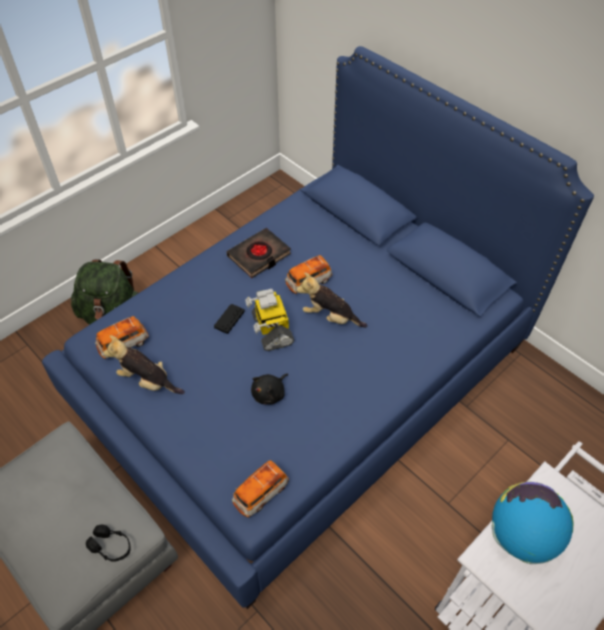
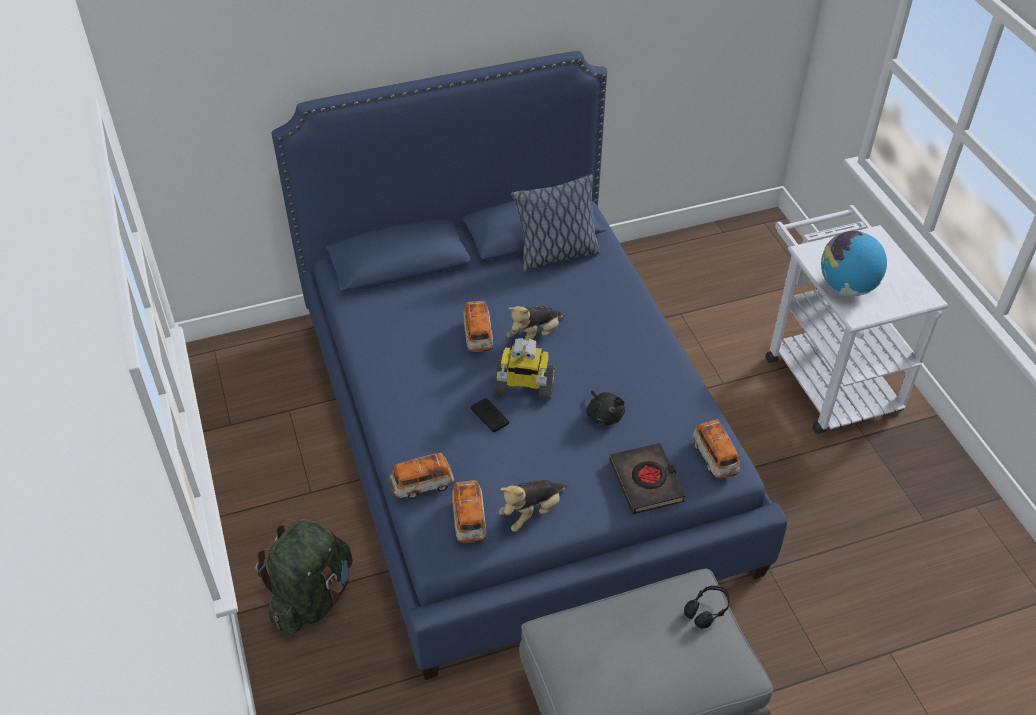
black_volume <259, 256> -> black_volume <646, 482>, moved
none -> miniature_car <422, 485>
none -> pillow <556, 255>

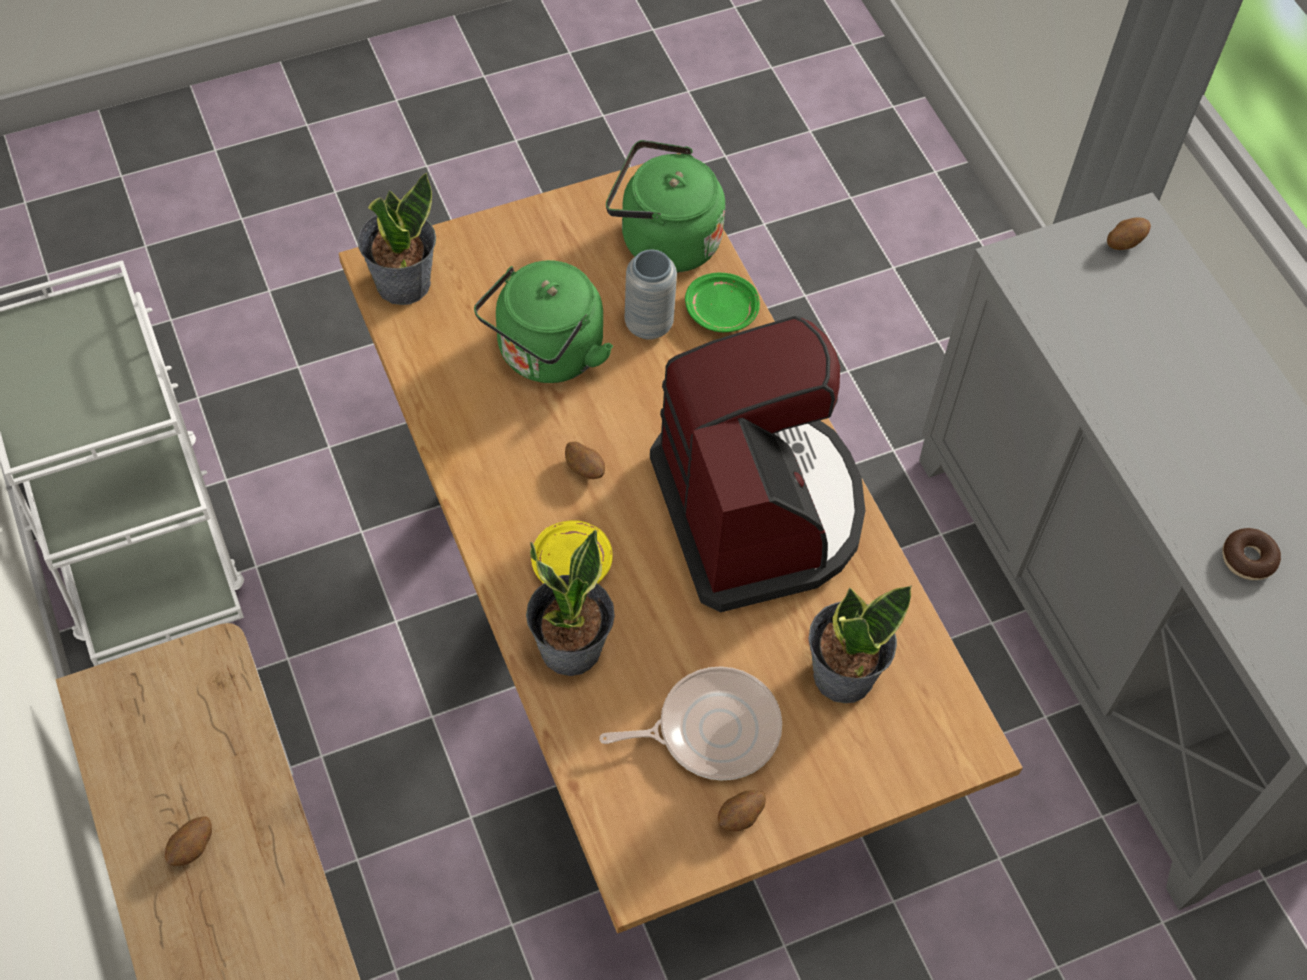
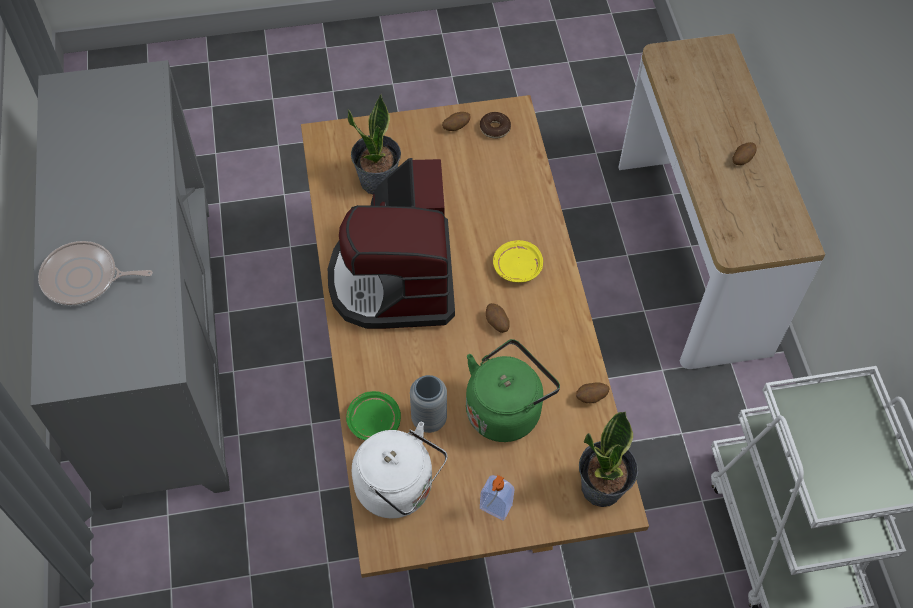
plant_in_a_pot <571, 649> -> none
frying_pan <711, 729> -> frying_pan <84, 278>, moved
greenish_kettle <663, 241> -> whitish_kettle <399, 488>
whole_potato <1124, 243> -> whole_potato <591, 397>, moved
donut <1248, 559> -> donut <495, 128>, moved
none -> liquid_soap_bottle <495, 508>

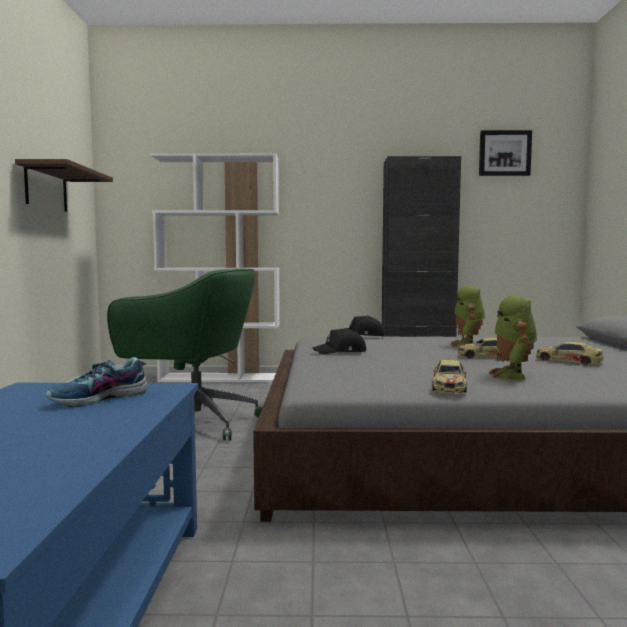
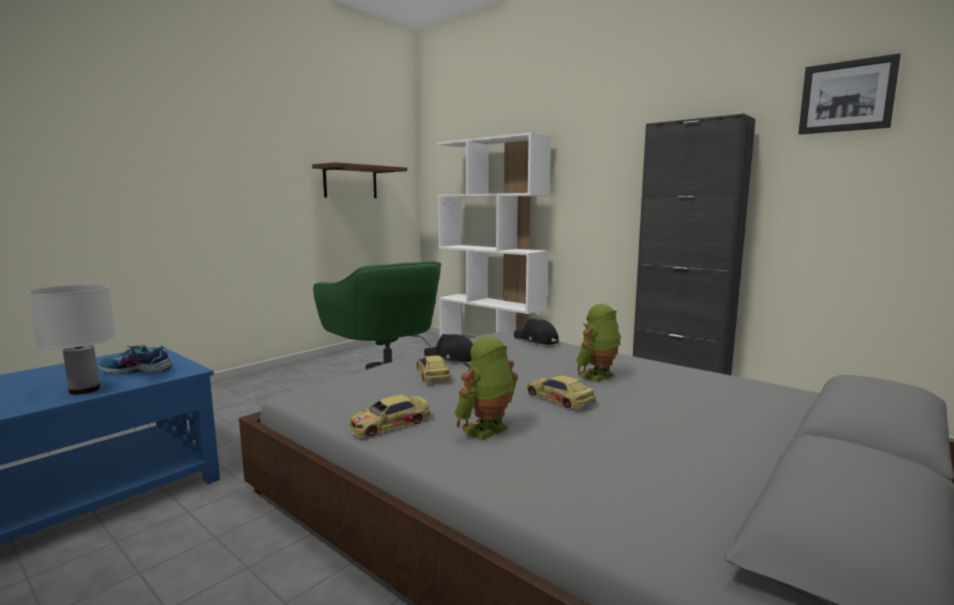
miniature_car <568, 360> -> miniature_car <433, 374>, moved
none -> whitish_lamp_for_a_table <84, 390>

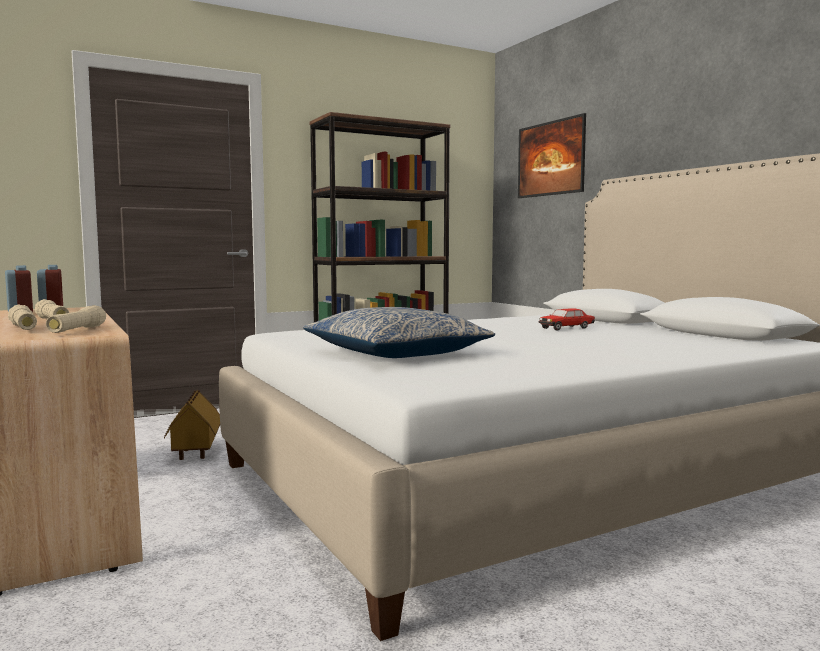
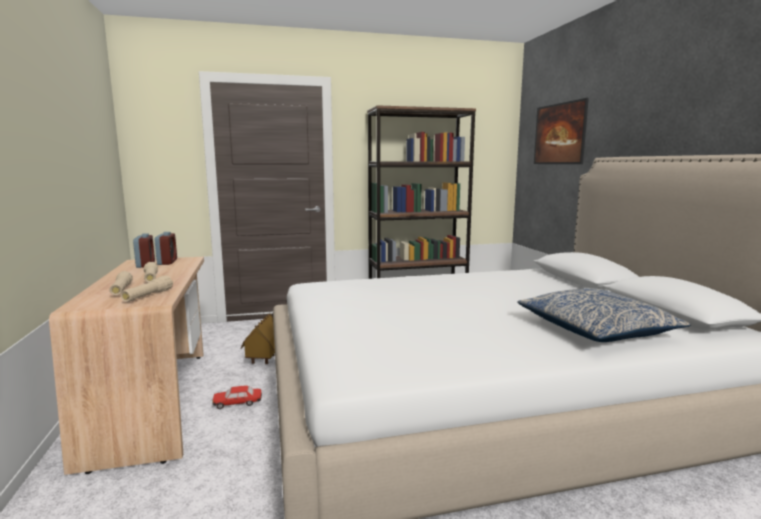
pillow <396, 353> -> pillow <595, 329>, moved
miniature_car <566, 328> -> miniature_car <237, 403>, moved

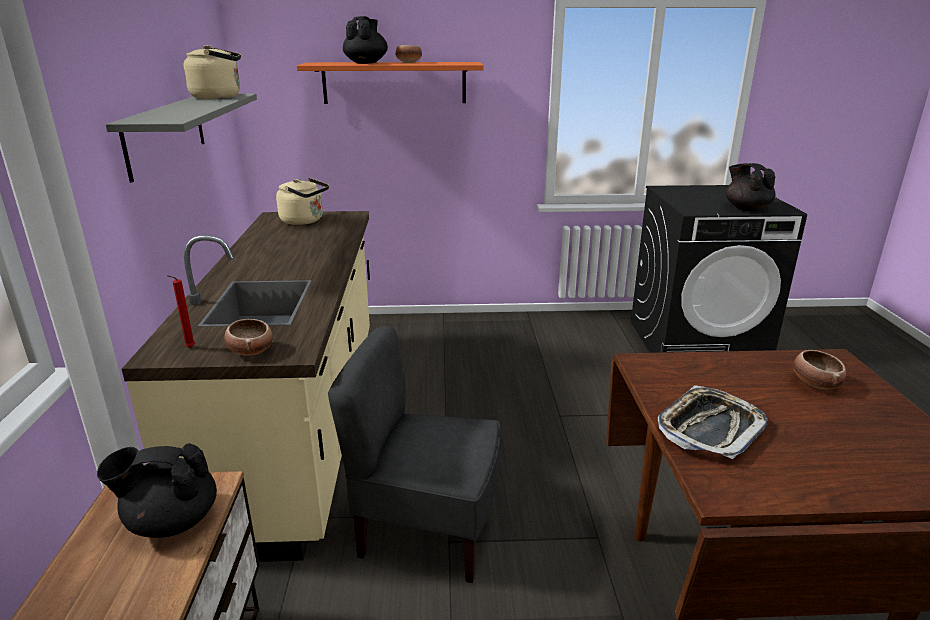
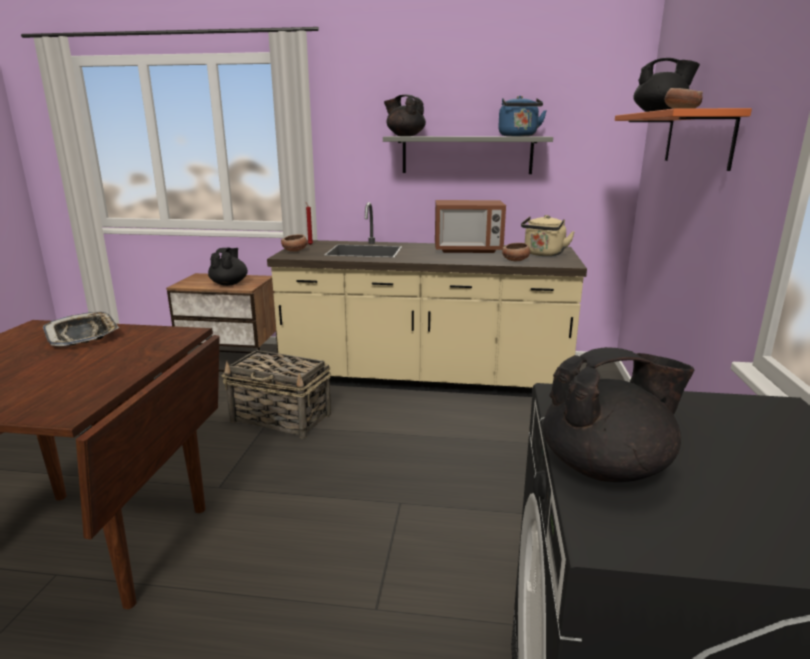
beige-coloured_kettle <219, 97> -> blue-coloured_kettle <518, 136>
gray_plain_chair <427, 530> -> household_basket <282, 418>
bowl <814, 383> -> bowl <516, 260>, moved
none -> black_tea_pot <405, 136>
none -> microwave <467, 250>

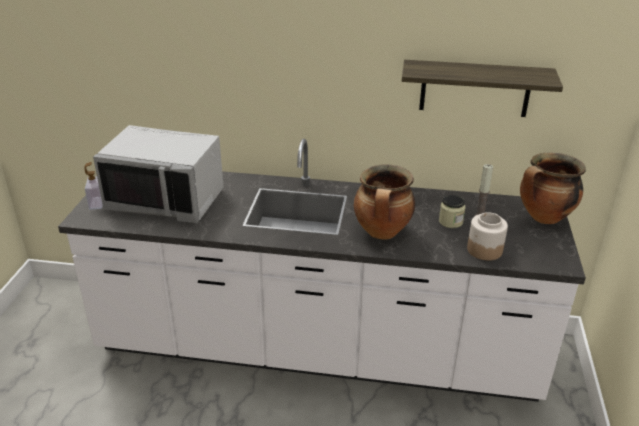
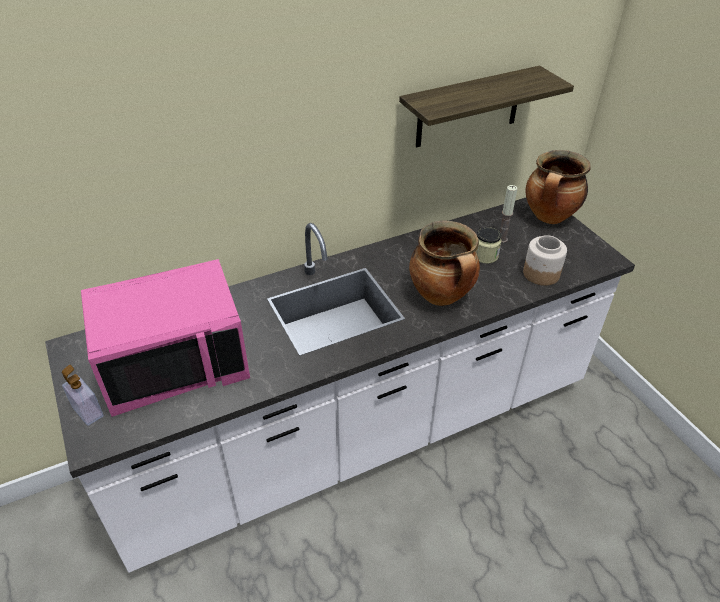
gray_microwave <167, 199> -> pink_microwave <175, 363>

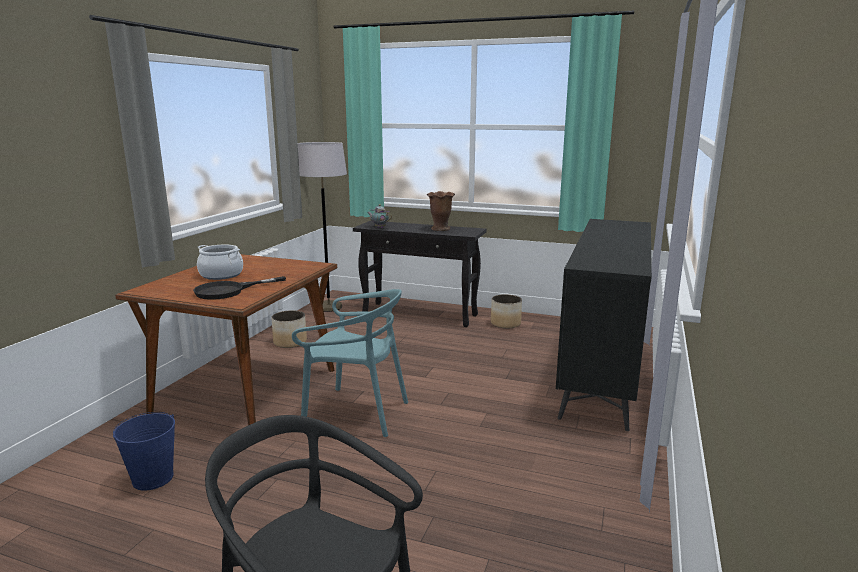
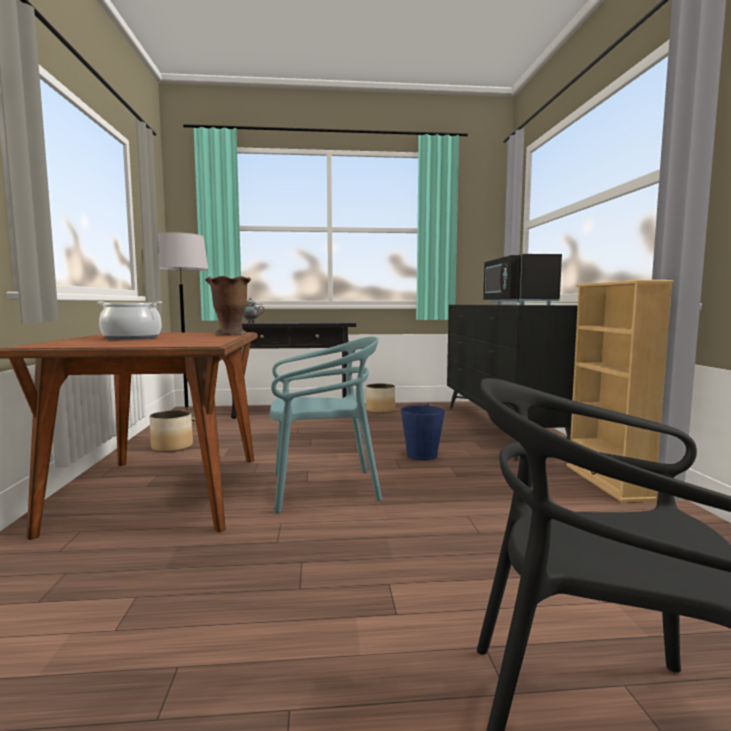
blue-coloured_pail <153, 478> -> blue-coloured_pail <422, 455>, moved
black_frying_pan <228, 291> -> none
brownish_flower_vase <440, 229> -> brownish_flower_vase <230, 334>, moved
none -> black_microwave <516, 304>
none -> beige-coloured_bookcase <607, 482>

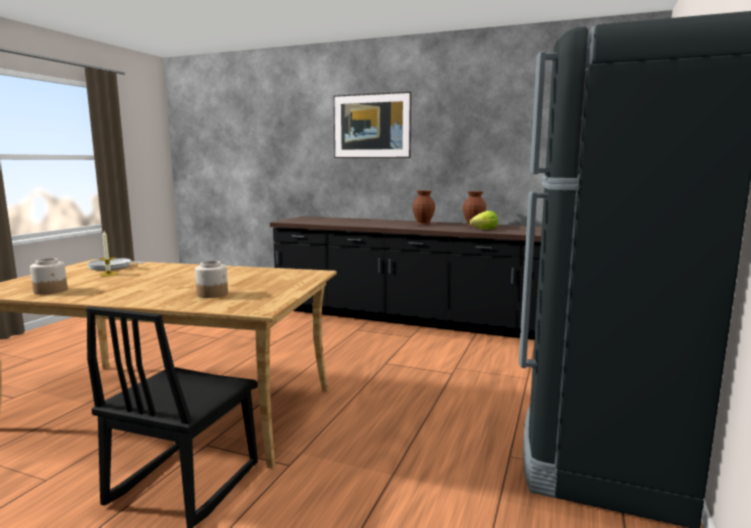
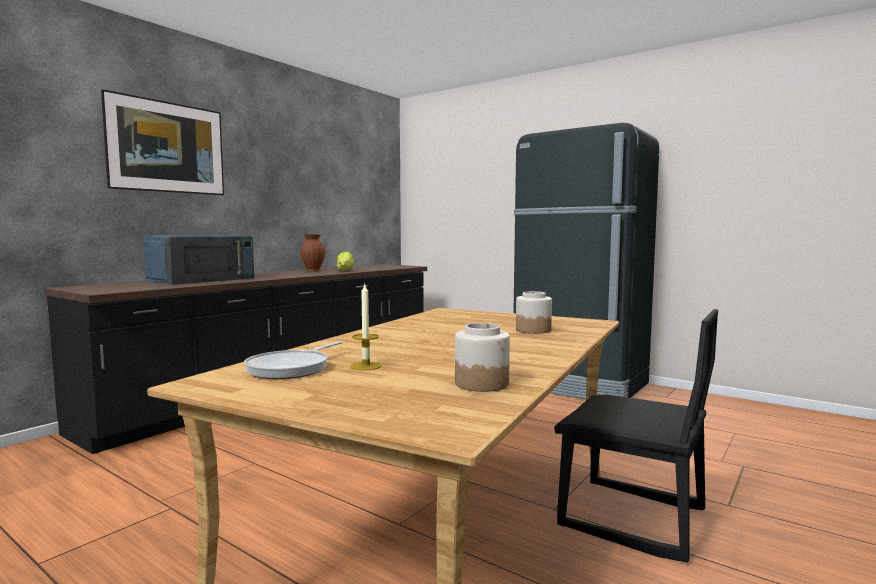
brownish_flower_vase <423, 223> -> none
none -> blue-coloured_microwave <202, 279>

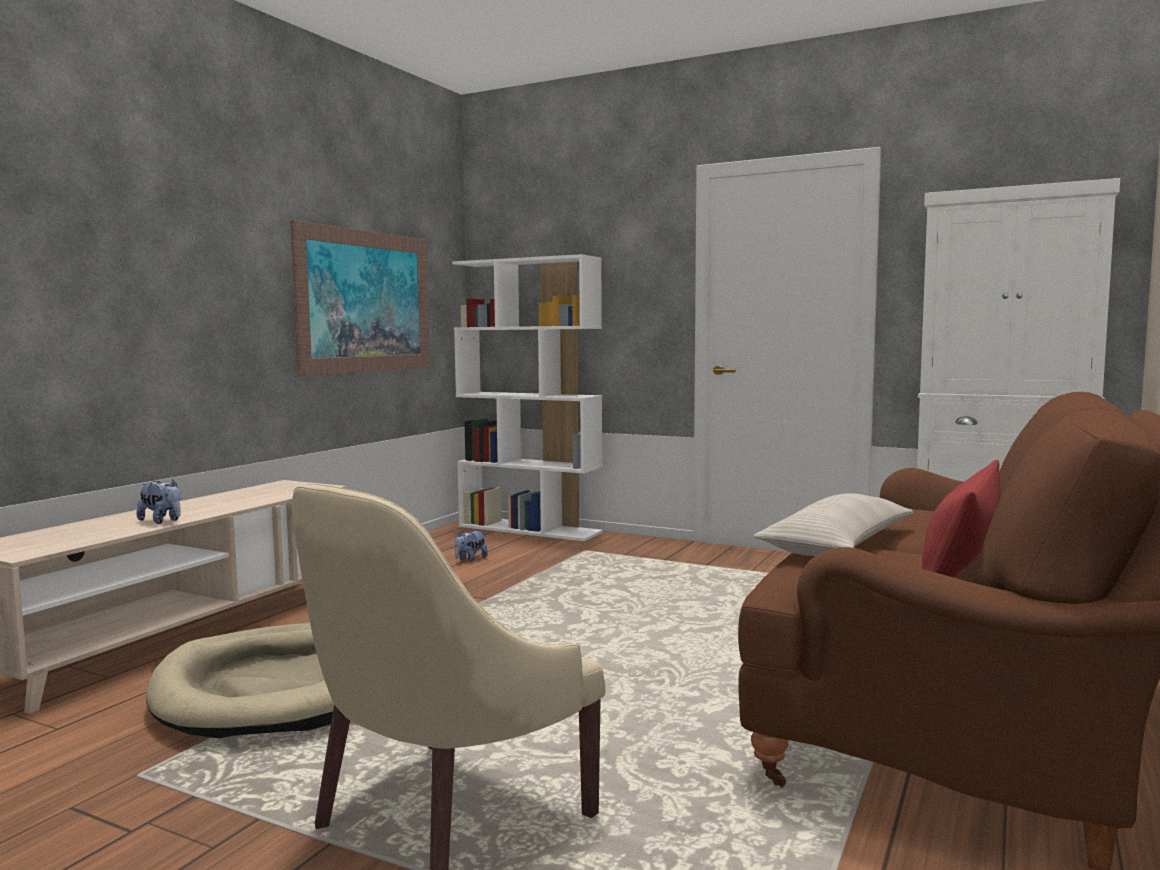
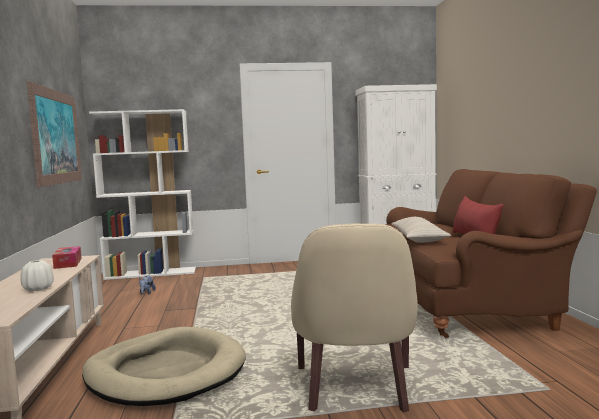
cuddly_toy <162, 521> -> whitish_flower_vase <38, 289>
none -> box_of_tissues <68, 263>

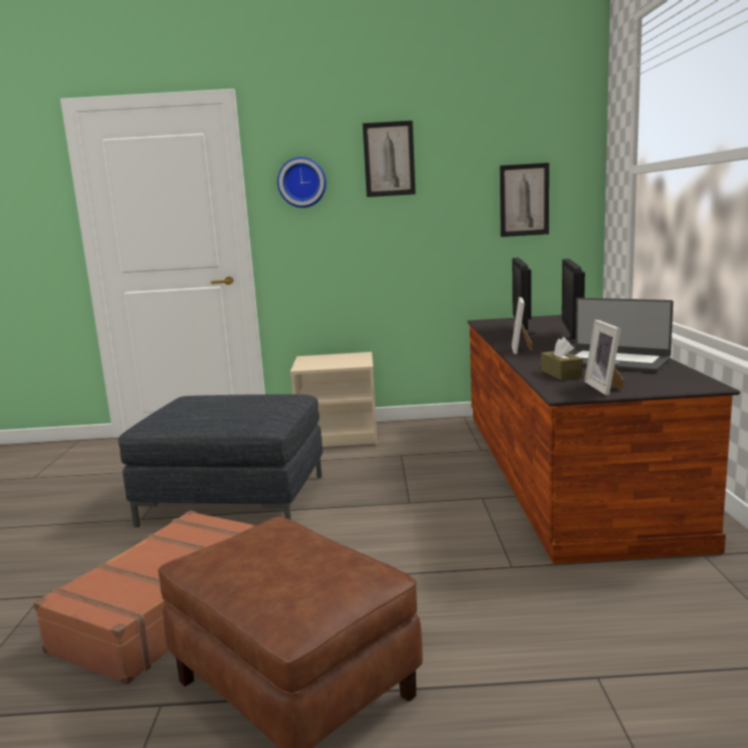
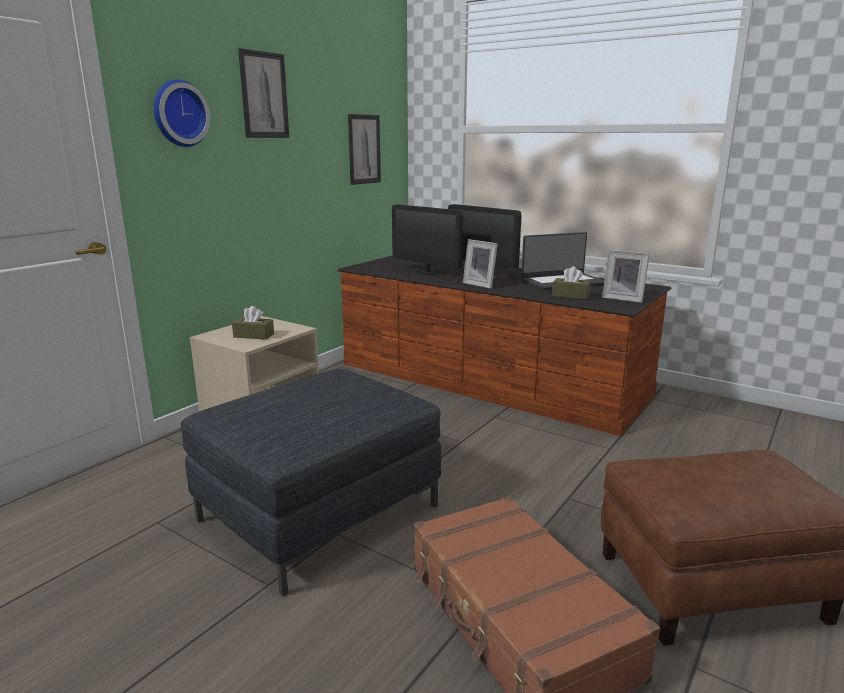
none -> brownish_box_of_tissues <253, 335>

